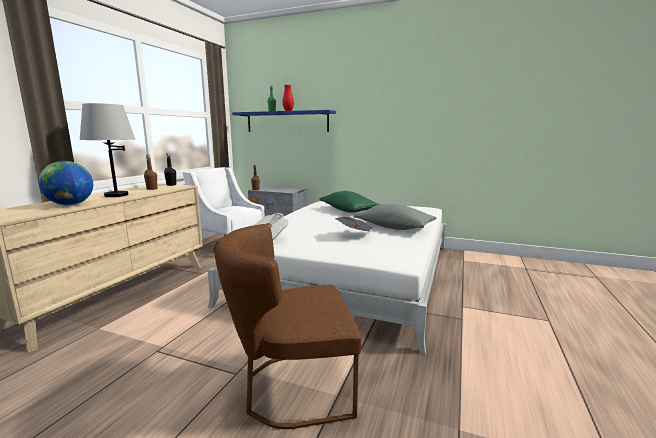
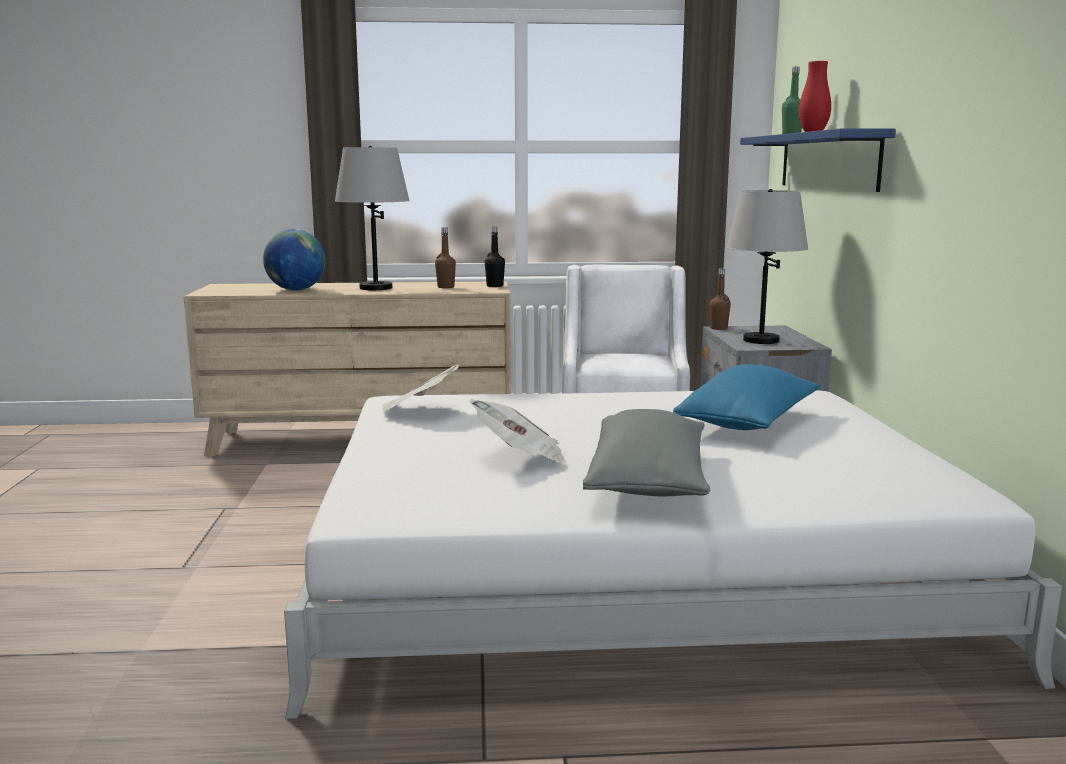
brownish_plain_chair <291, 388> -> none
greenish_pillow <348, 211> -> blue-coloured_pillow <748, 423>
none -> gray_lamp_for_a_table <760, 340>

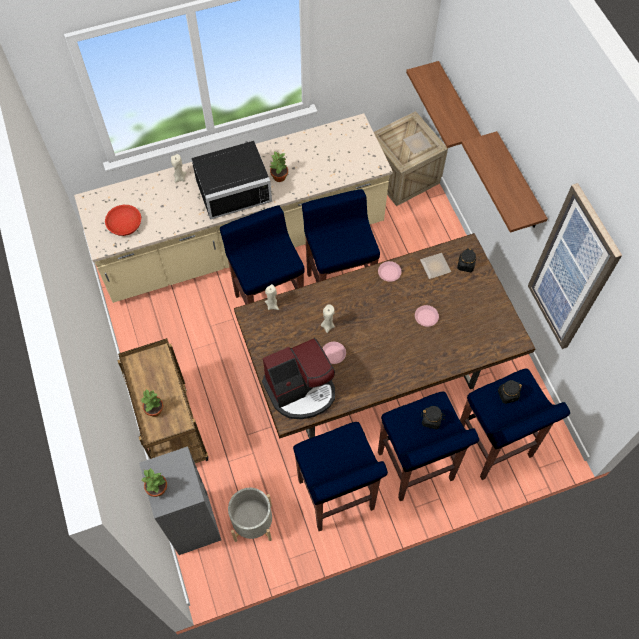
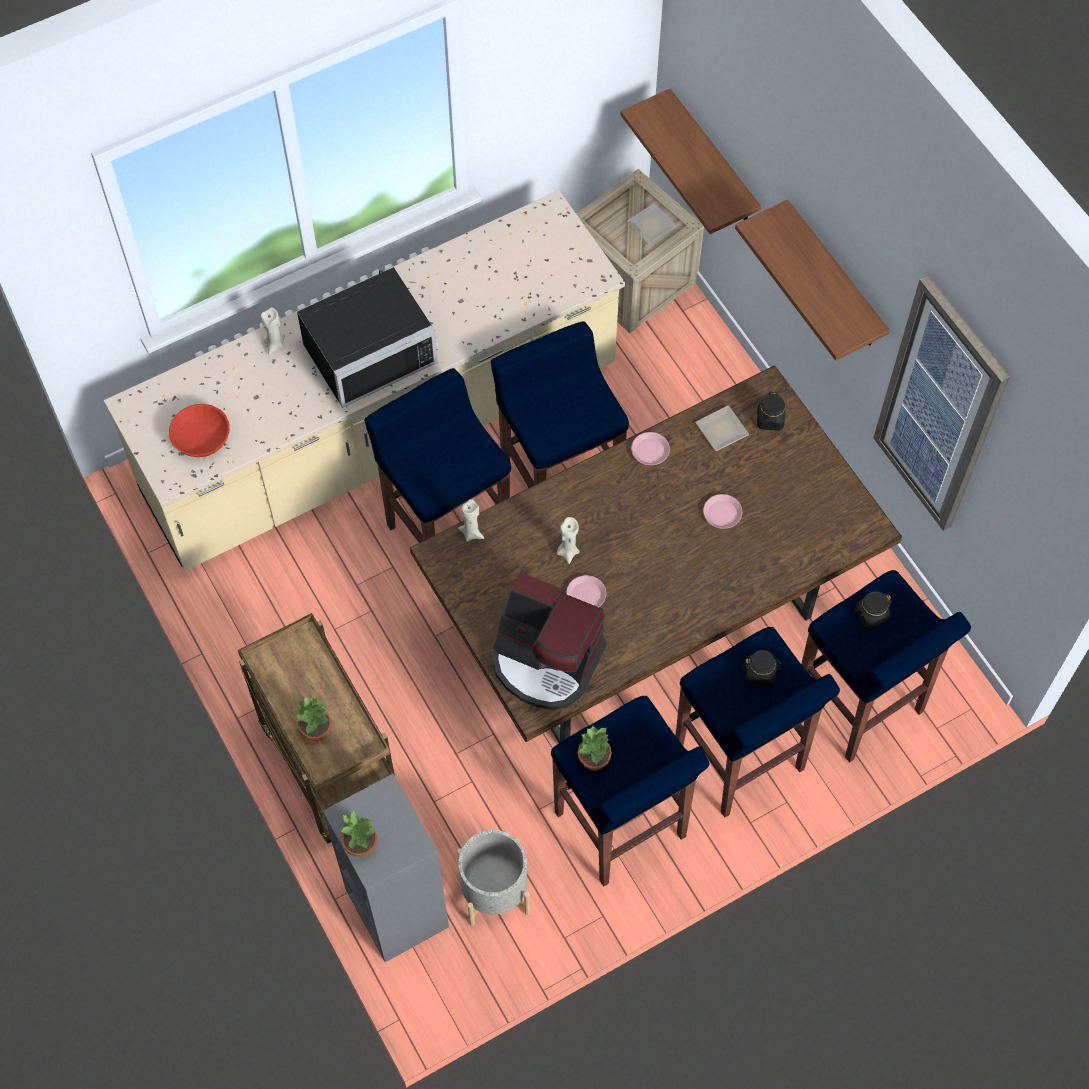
coffee_maker <301, 390> -> coffee_maker <546, 660>, 60 degrees clockwise
plant_in_a_pot <279, 177> -> plant_in_a_pot <594, 760>, moved

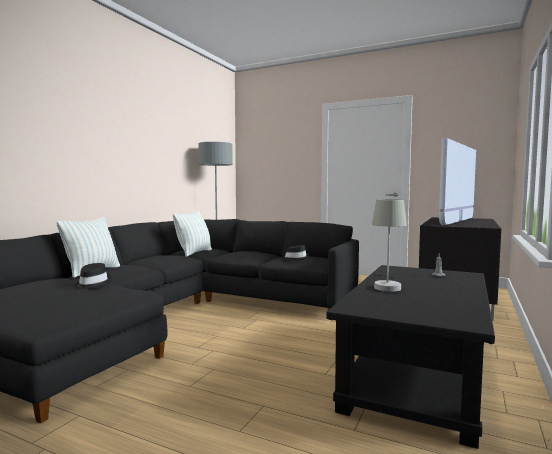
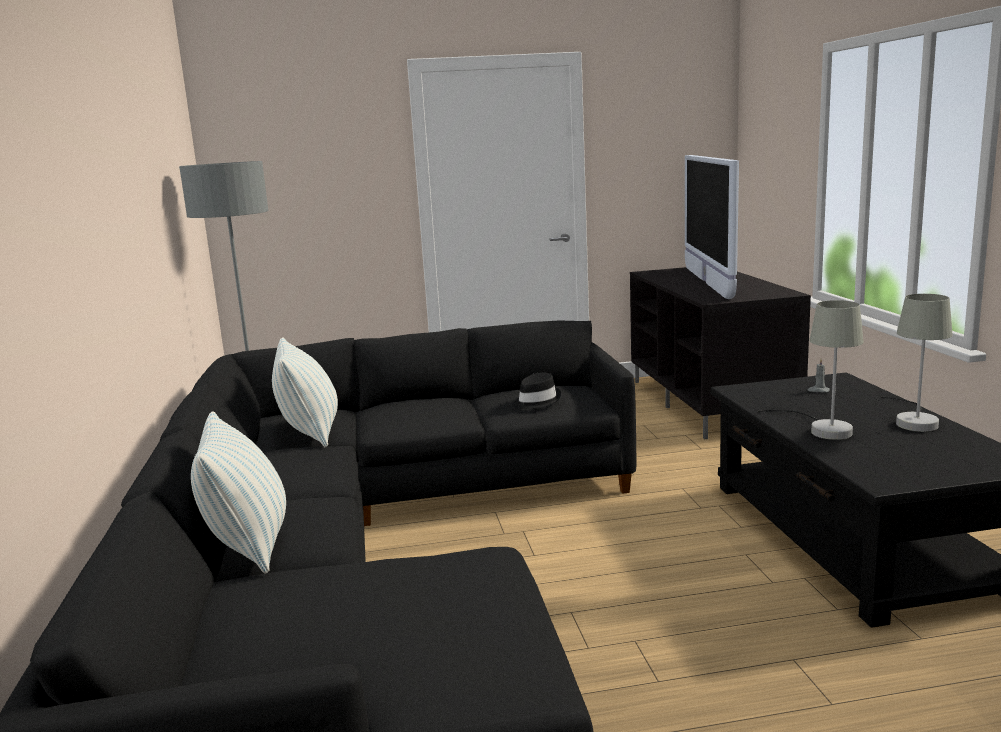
black_wearable_hat <92, 284> -> none
none -> gray_lamp_for_a_table <915, 421>

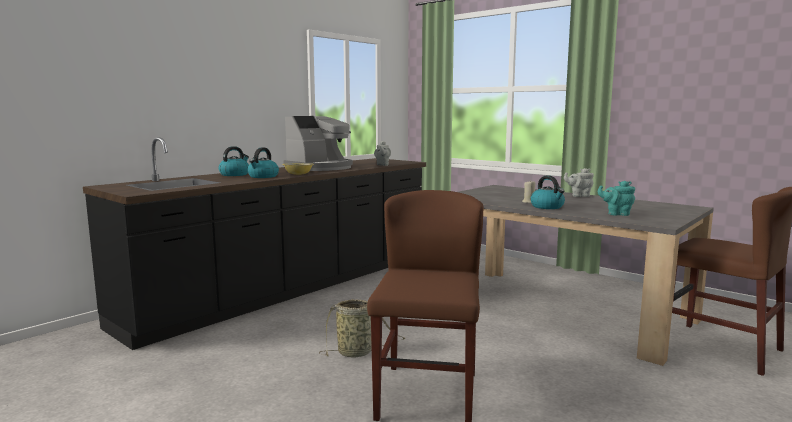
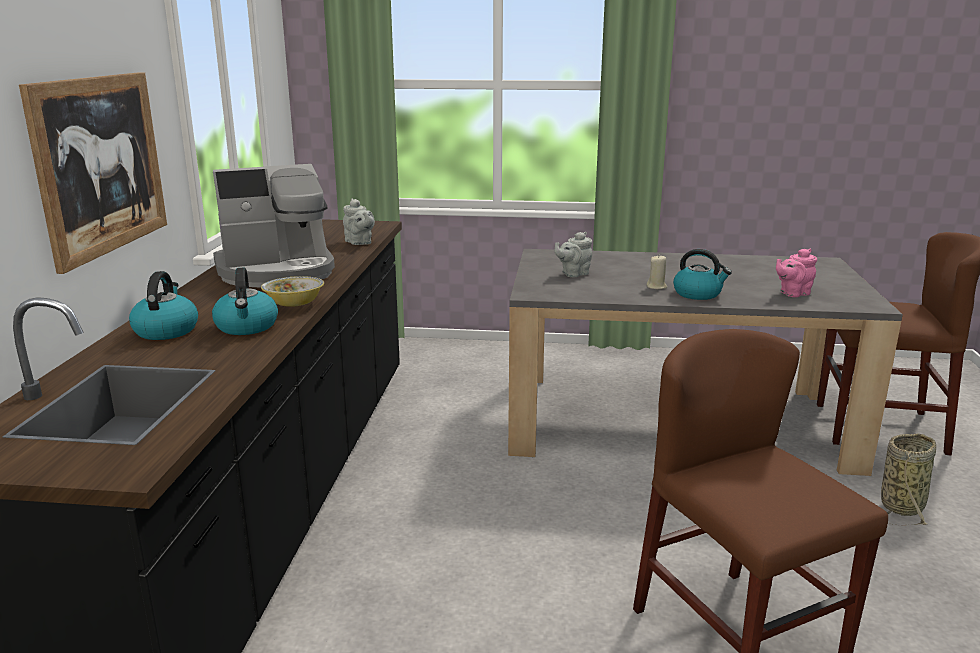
coffee_maker <320, 168> -> coffee_maker <277, 271>, 60 degrees clockwise
household_basket <357, 352> -> household_basket <902, 505>, moved
gray_tea_pot <579, 195> -> gray_tea_pot <573, 274>, moved
blue-green_tea_pot <616, 214> -> pink_tea_pot <793, 293>
none -> picture <100, 165>

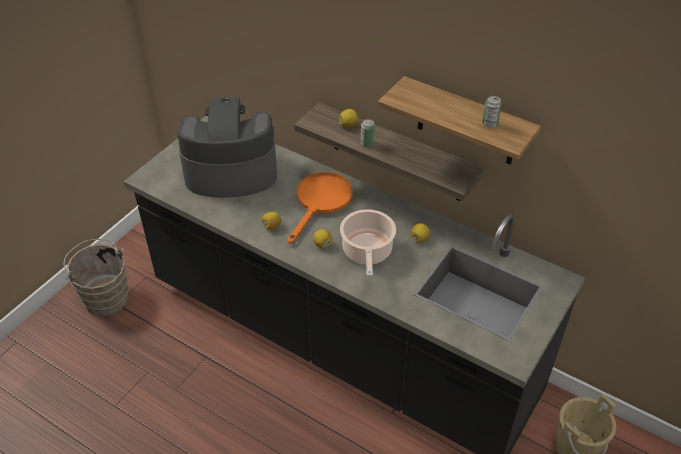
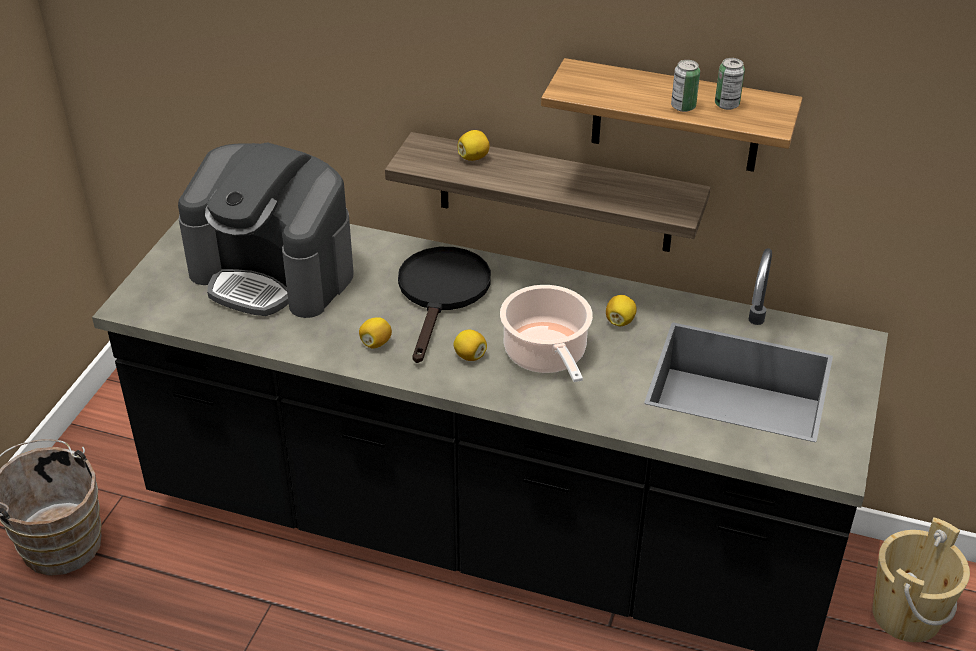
coffee_maker <230, 172> -> coffee_maker <274, 273>, 135 degrees counterclockwise
orange-coloured_frying_pan <321, 202> -> black_frying_pan <442, 294>
metal_can <367, 143> -> metal_can <683, 107>, moved

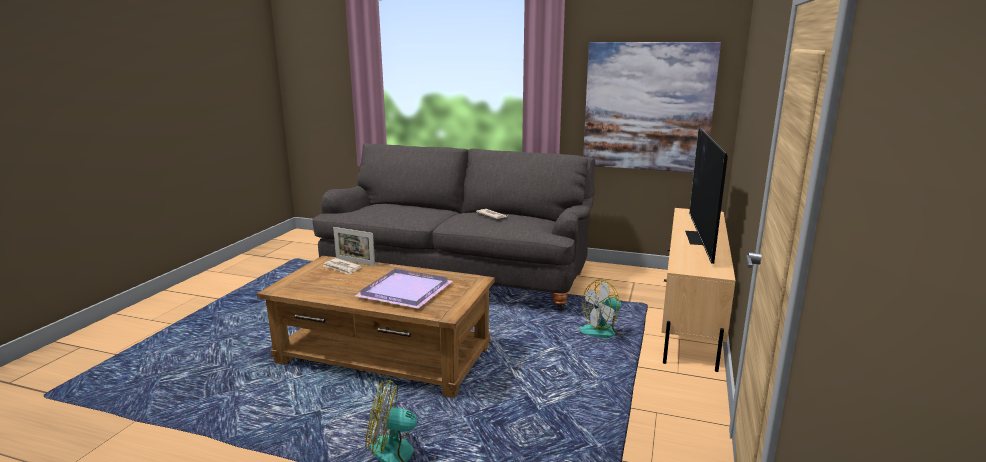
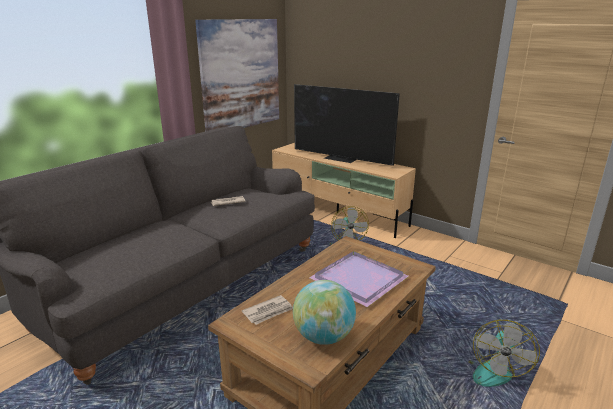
picture_frame <355, 262> -> none
none -> globe <323, 336>

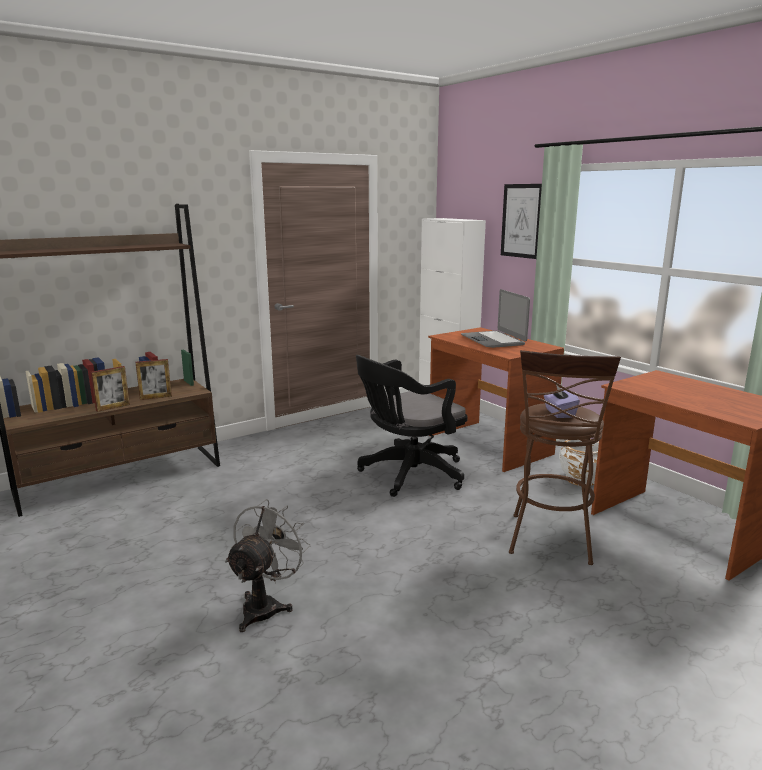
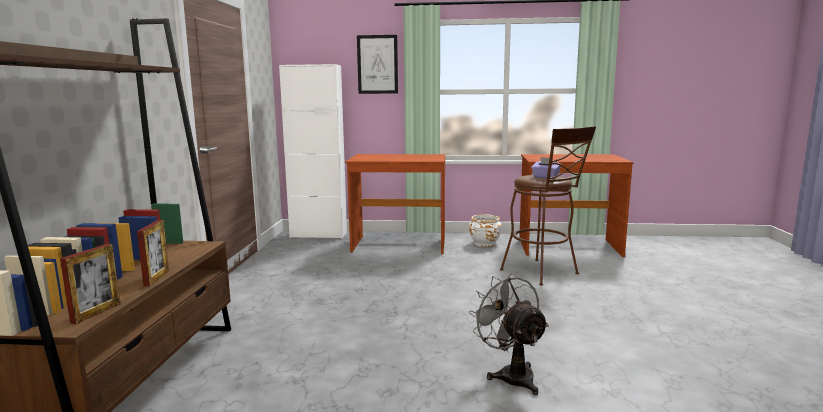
picture_frame <156, 397> -> picture_frame <96, 313>, moved
black_desk_chair <408, 475> -> none
notebook_computer <493, 340> -> none

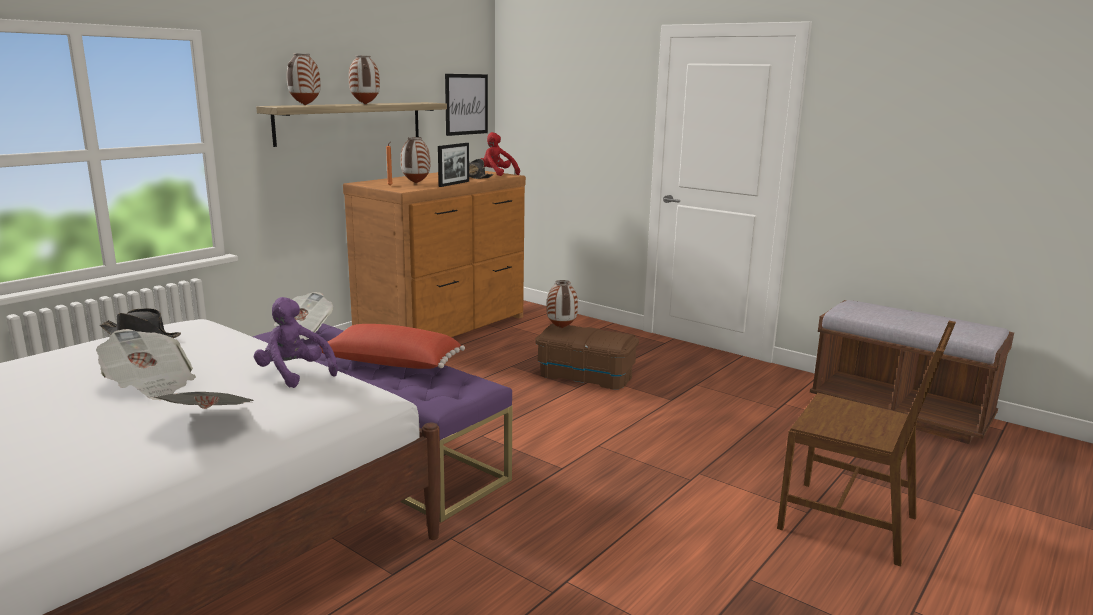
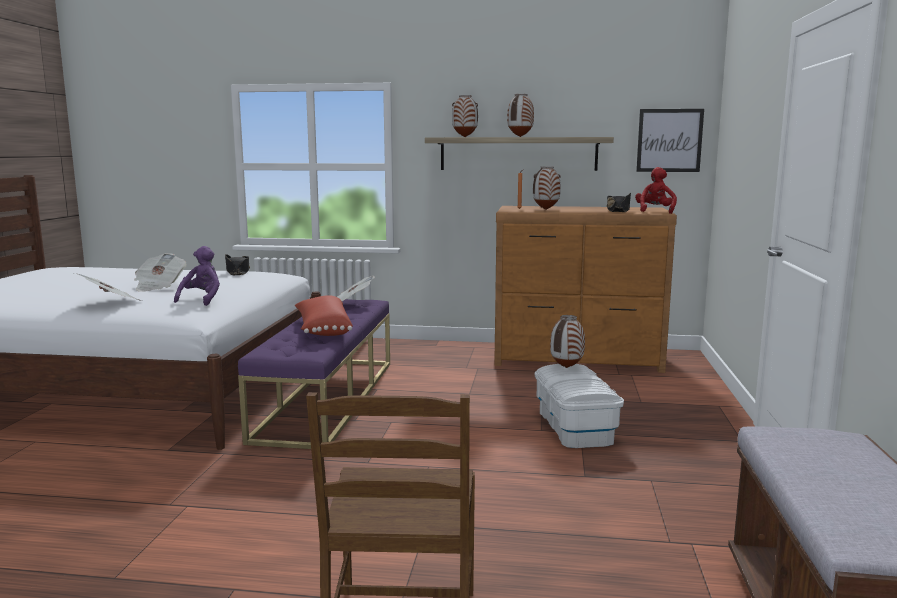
picture_frame <454, 184> -> none
brownish_storage_box <585, 375> -> whitish_storage_box <574, 427>

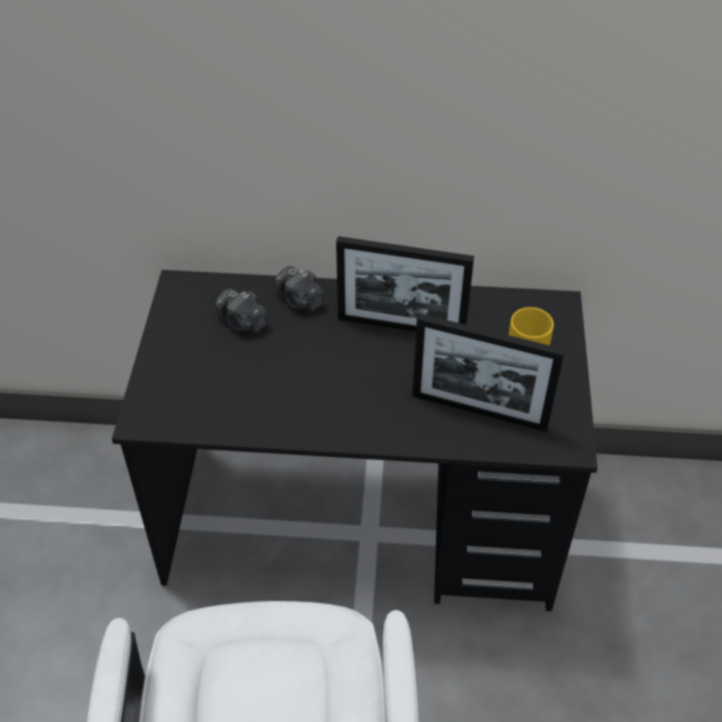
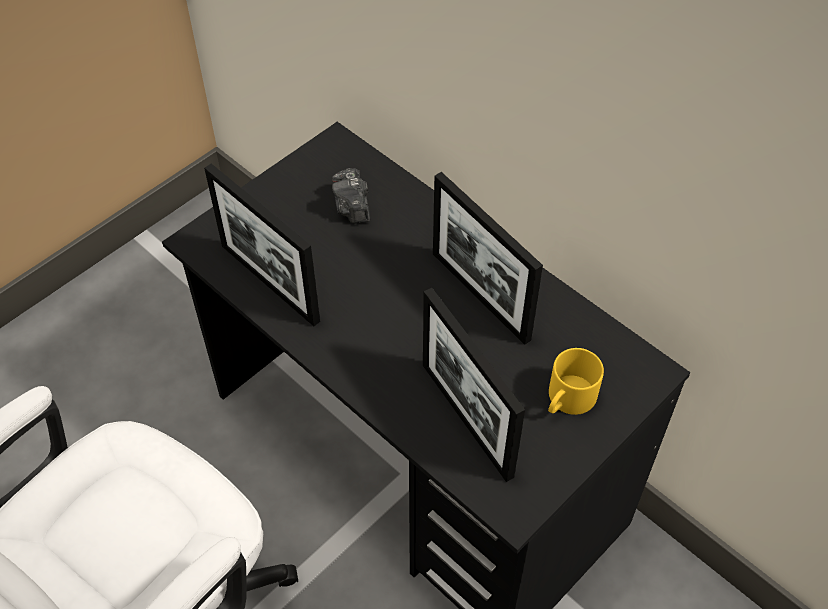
photo_camera <300, 301> -> none
none -> picture_frame <269, 283>

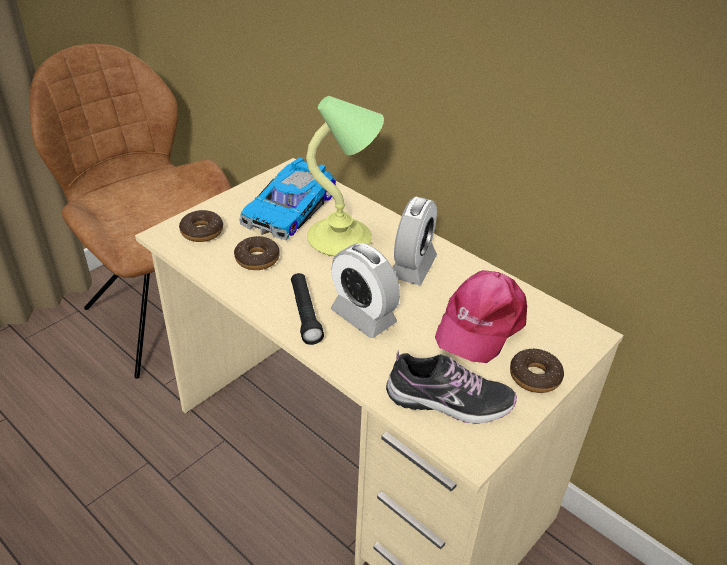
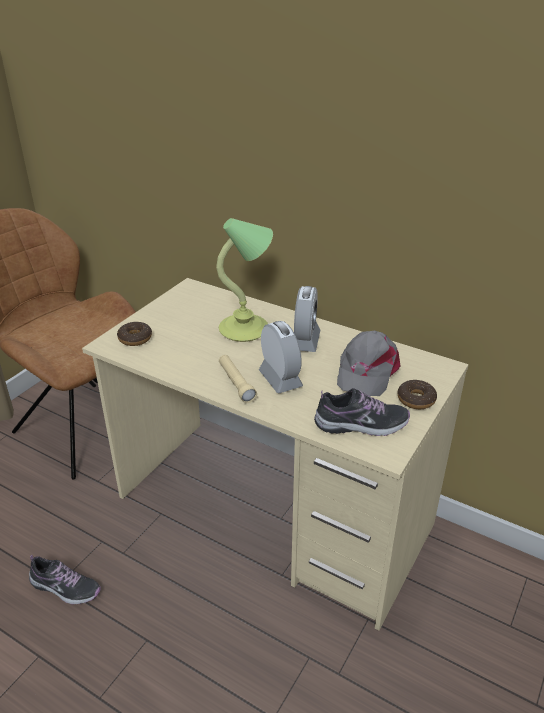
donut <257, 259> -> none
miniature_car <291, 209> -> none
black_flashlight <305, 314> -> beige-coloured_flashlight <236, 383>
table_clock <363, 316> -> table_clock <280, 379>, 150 degrees counterclockwise
pink_peaked_cap <480, 323> -> gray_peaked_cap <366, 371>
none -> item_of_footwear <65, 587>

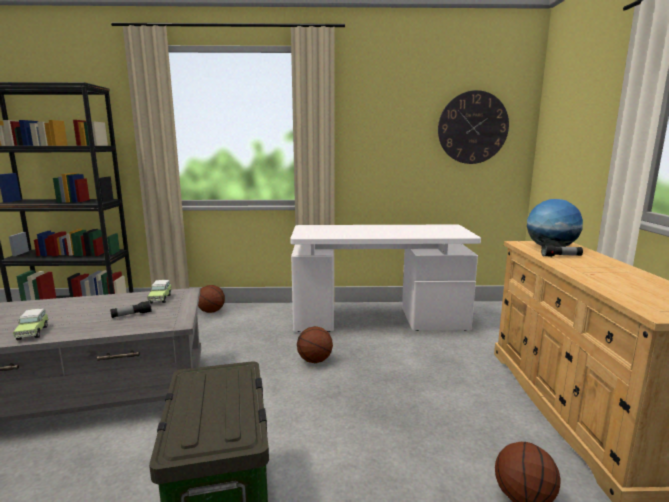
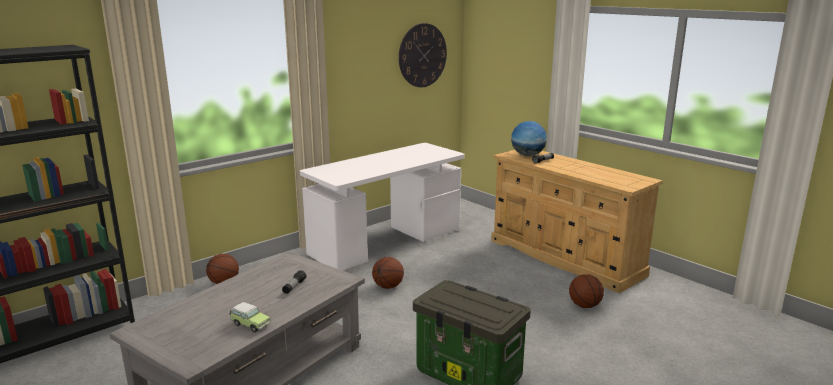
miniature_car <160, 298> -> none

